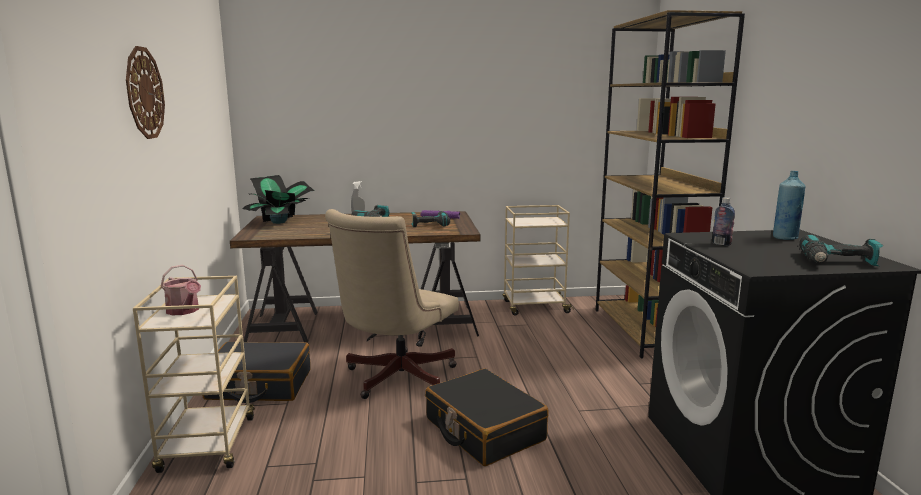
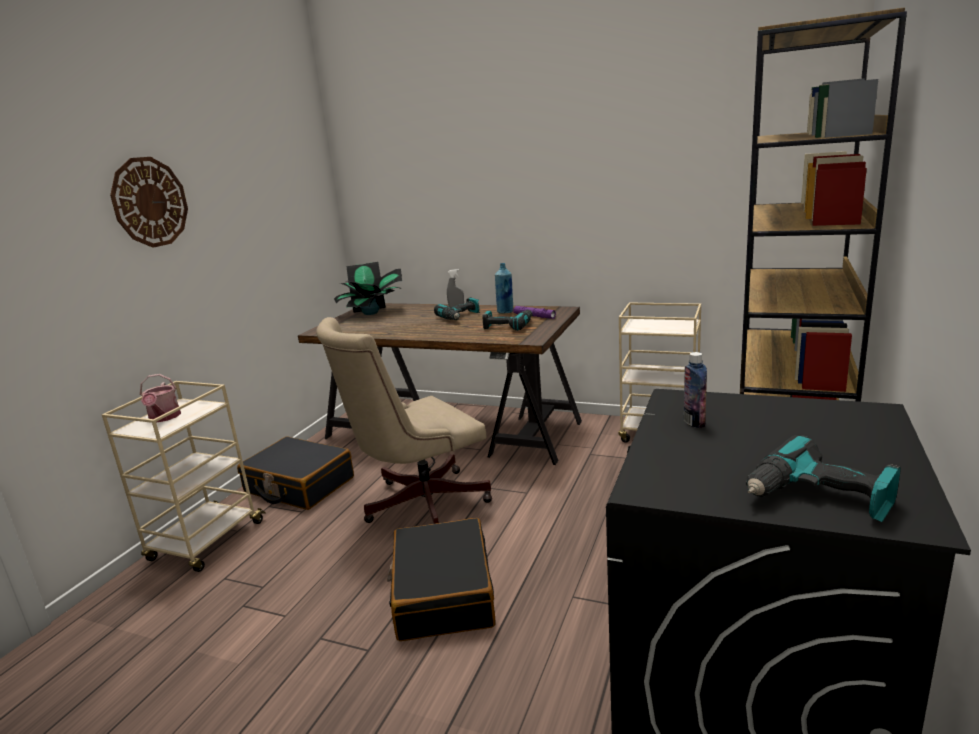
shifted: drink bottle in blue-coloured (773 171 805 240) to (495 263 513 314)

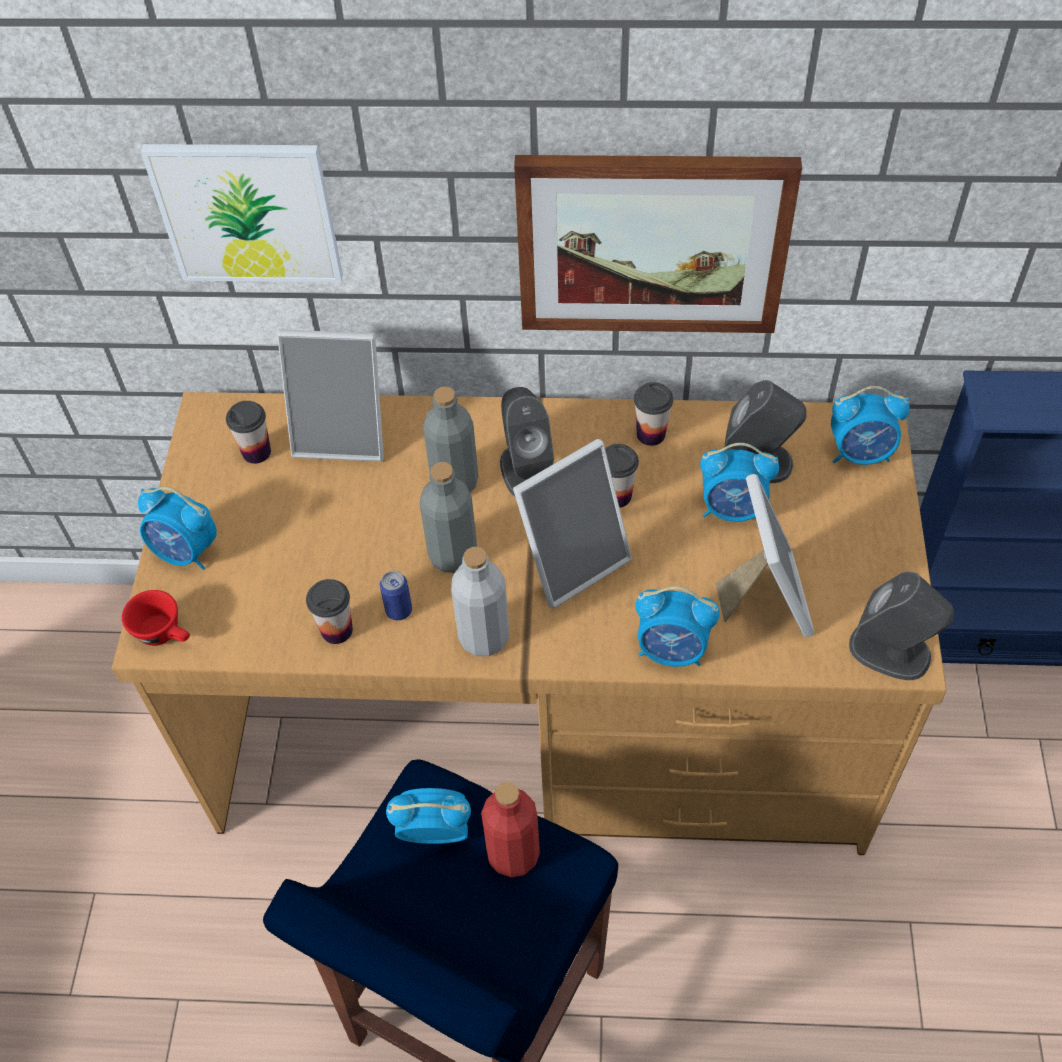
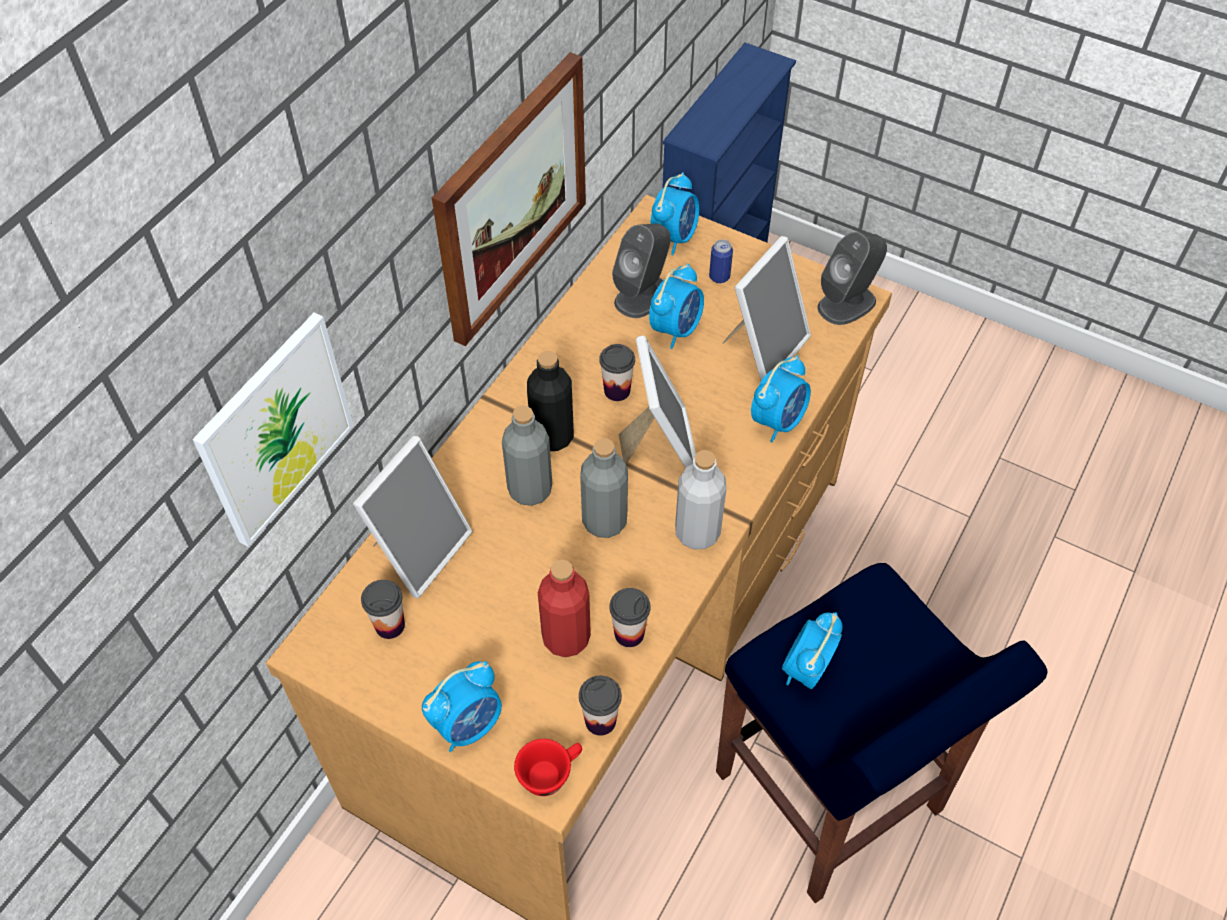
shifted: drink bottle in red-coloured (481 782 540 878) to (538 560 591 657); drinking cup (634 382 673 446) to (579 676 622 736); sealed can (380 571 412 620) to (709 239 733 283)
swapped: loudspeaker in grey (500 387 554 498) to drink bottle in black-coloured (527 351 574 451)
rotated: picture frame (715 474 814 637) = (722 236 811 381) 105 degrees clockwise

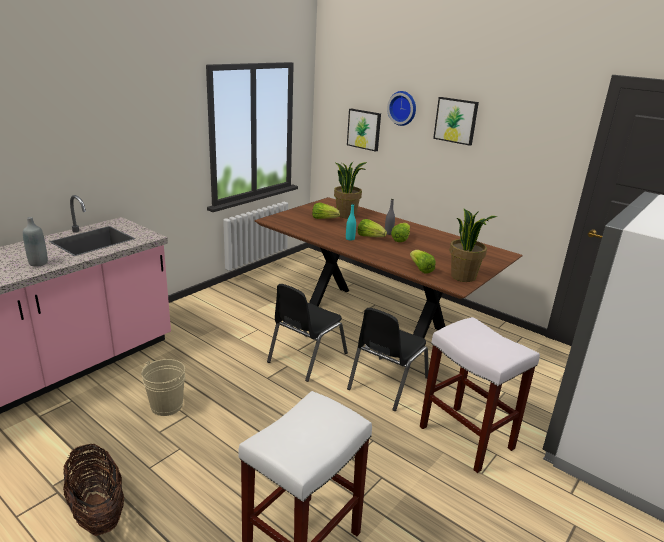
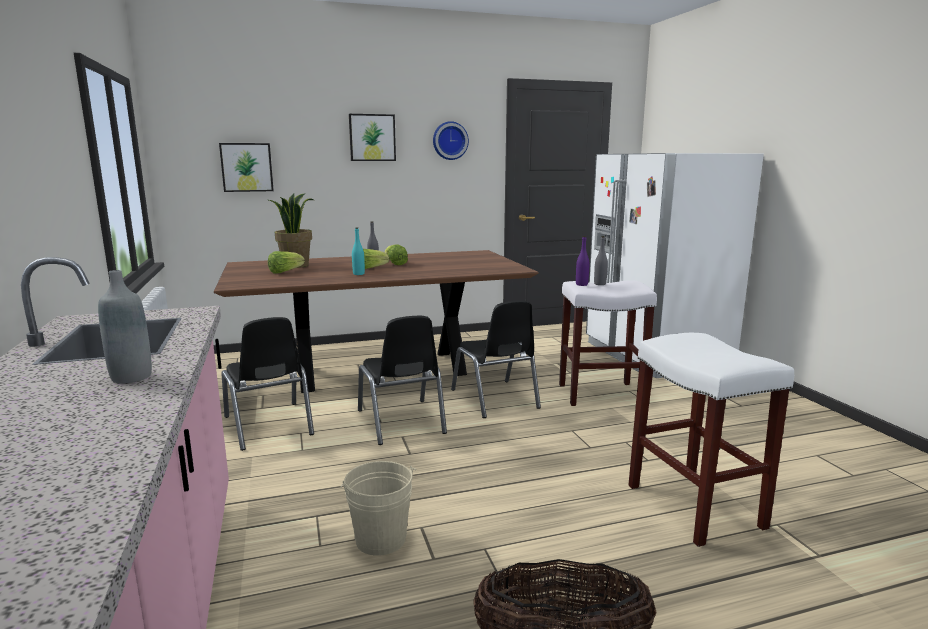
gone: head of lettuce (410 250 436 274); potted plant (450 209 497 282)
new: upright chair in black-coloured (221 317 314 451); drink bottle in purple-coloured (576 236 589 286); drink bottle in grey (594 236 608 285)
shifted: clock on the wall (387 91 416 126) to (433 121 469 160)

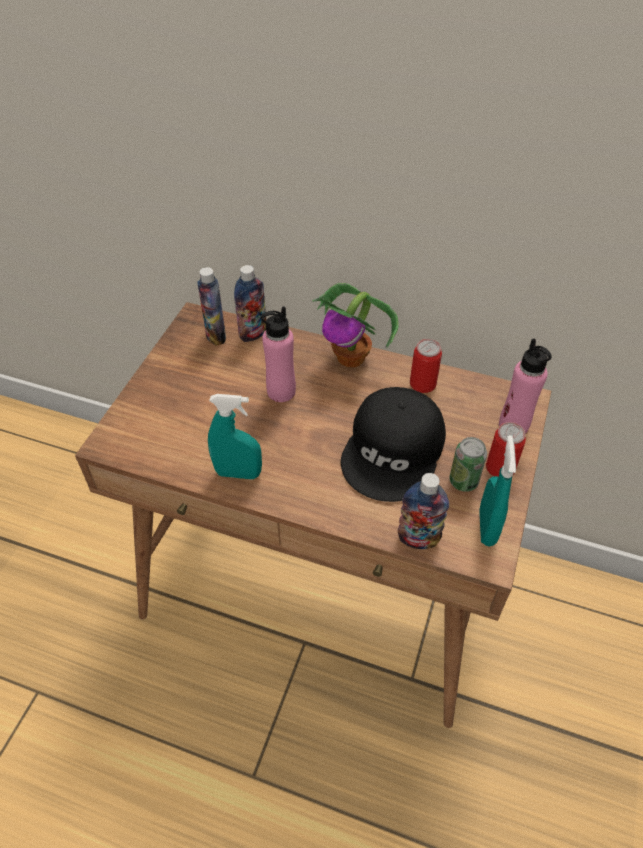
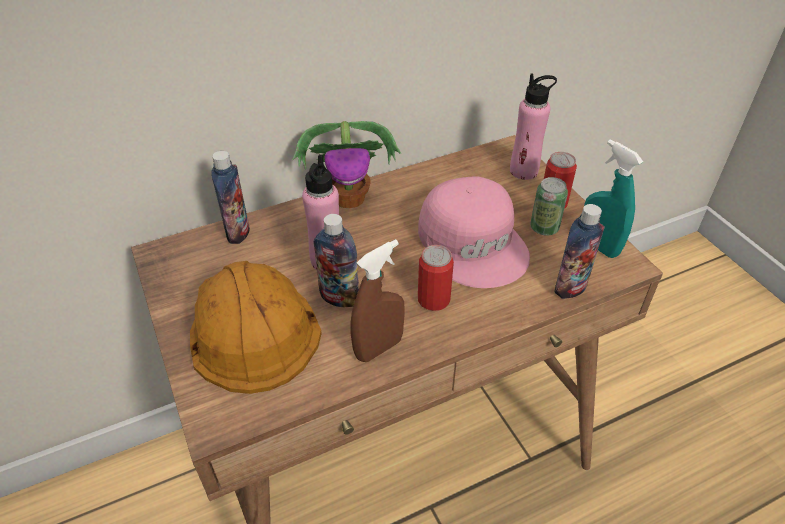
new: safety helmet in orangey (190 261 322 394)
shifted: drink bottle (198 267 226 346) to (313 214 359 307); sealed can (410 339 442 393) to (418 245 454 311)
repainted: hand sprayer in turquoise (208 394 262 479) to hand sprayer in brownish (350 239 405 362); cap in black-coloured (341 387 446 502) to cap in pinkish (418 176 530 288)

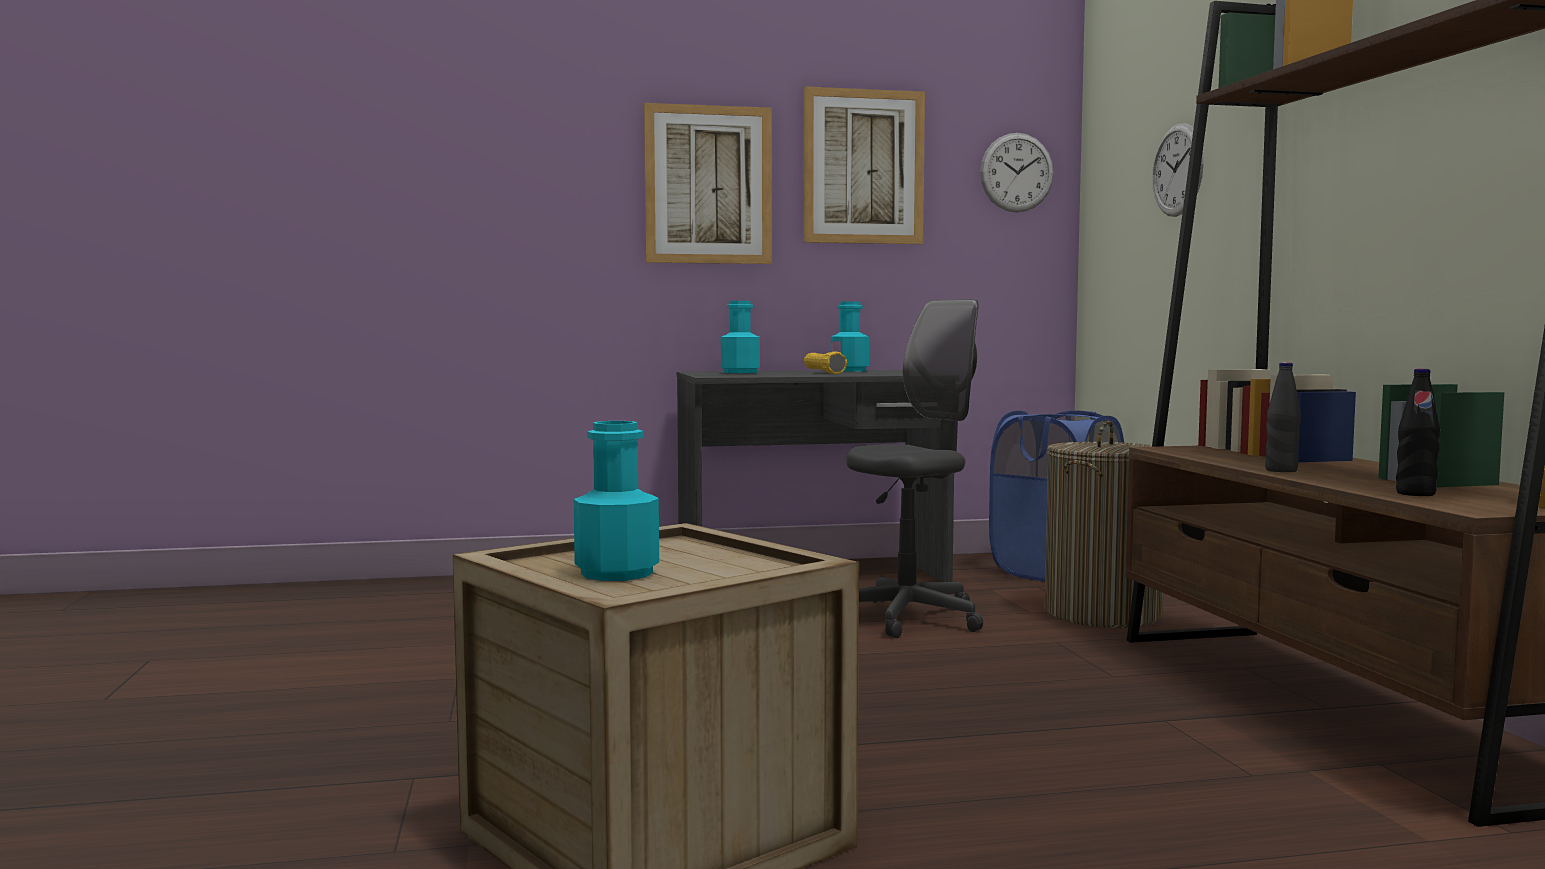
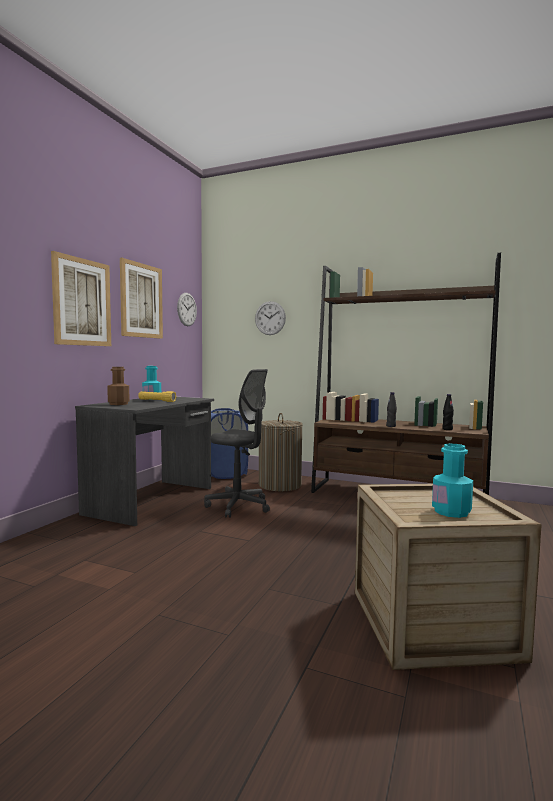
repainted: drink bottle in turquoise (721 301 760 373) to drink bottle in brownish (107 367 130 405)
rotated: computer chair in grey (846 299 983 638) = (204 369 270 518) 120 degrees clockwise

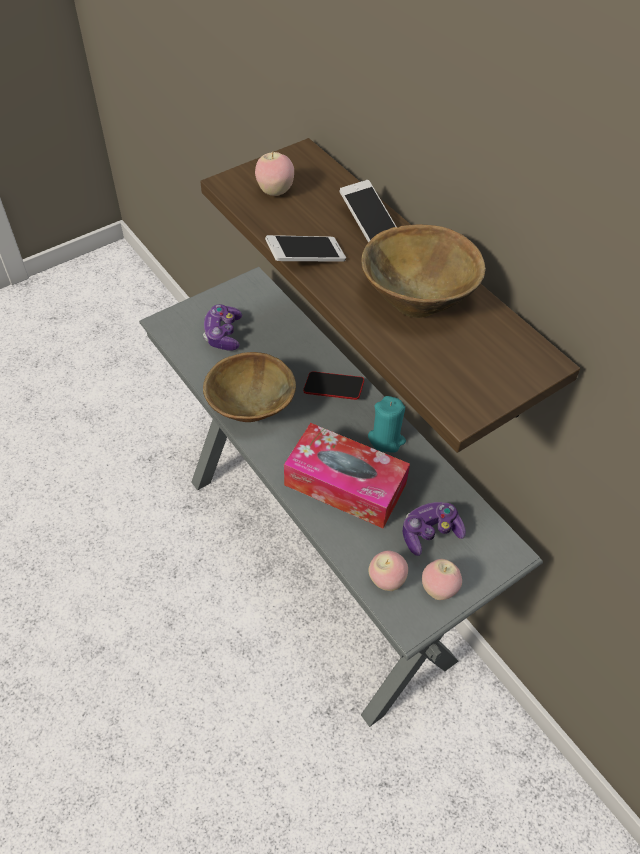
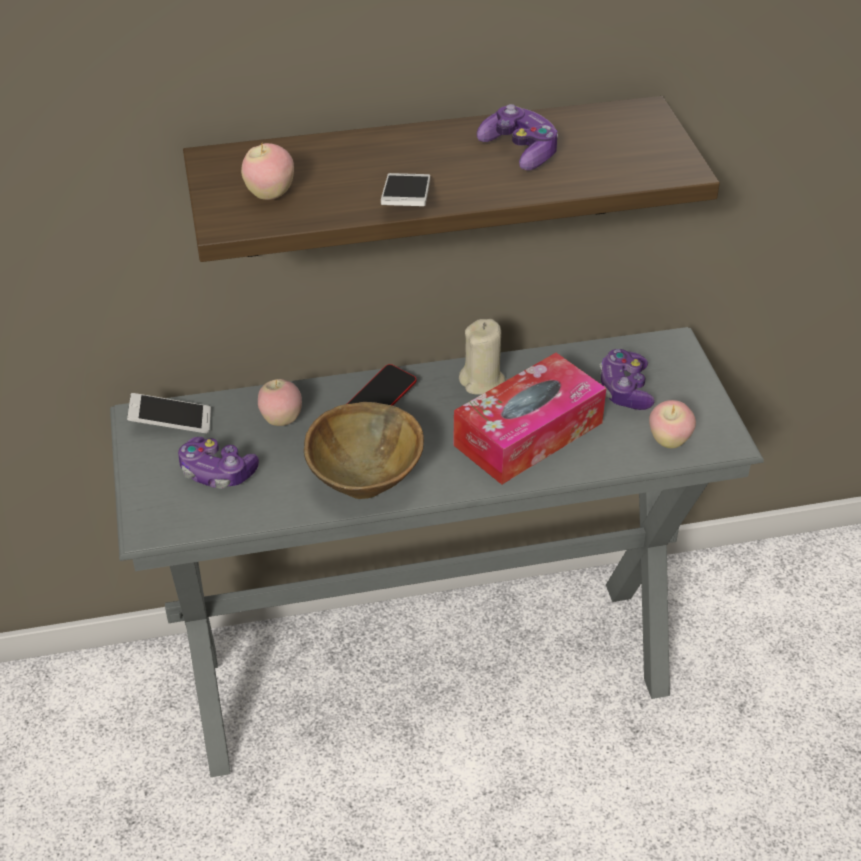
shifted: handset (340 180 396 242) to (127 393 211 433); apple (422 559 462 600) to (258 379 302 426)
swapped: deep dish in brownish (361 224 486 318) to joypad (477 104 558 170)
repainted: candle in turquoise (368 396 406 453) to candle in beige (459 319 506 395)

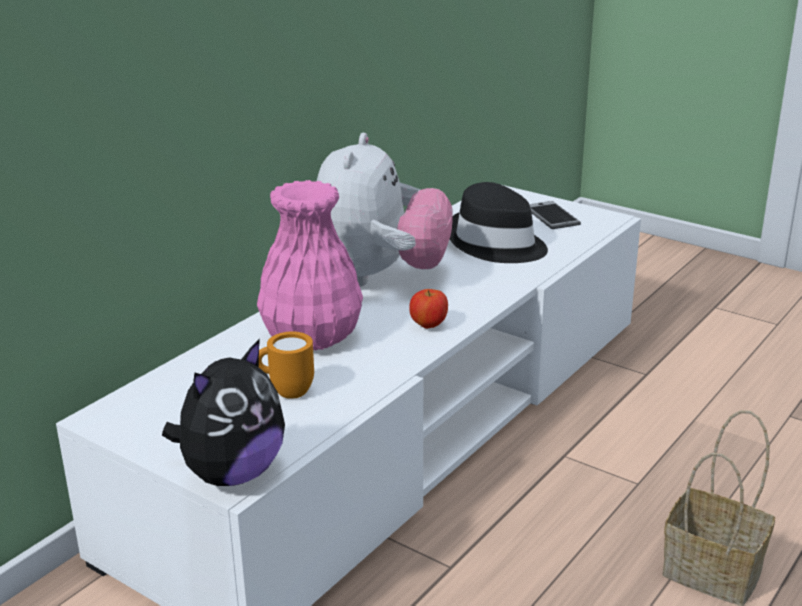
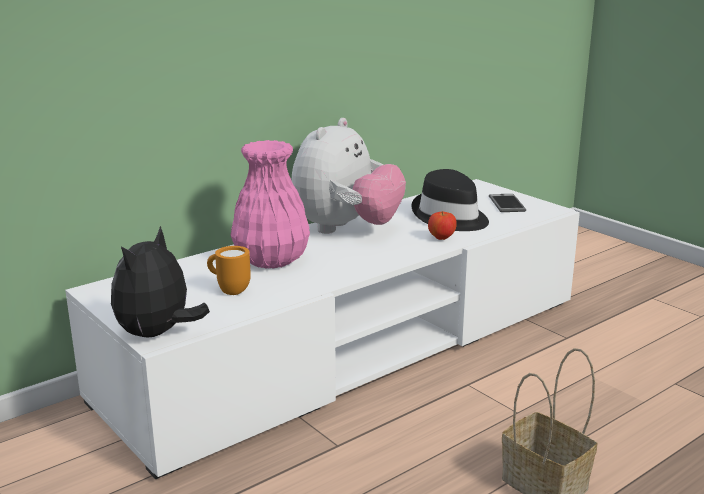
shifted: apple (409 289 448 329) to (428 211 457 240)
rotated: plush toy (162 338 285 486) = (111 226 210 338) 150 degrees clockwise

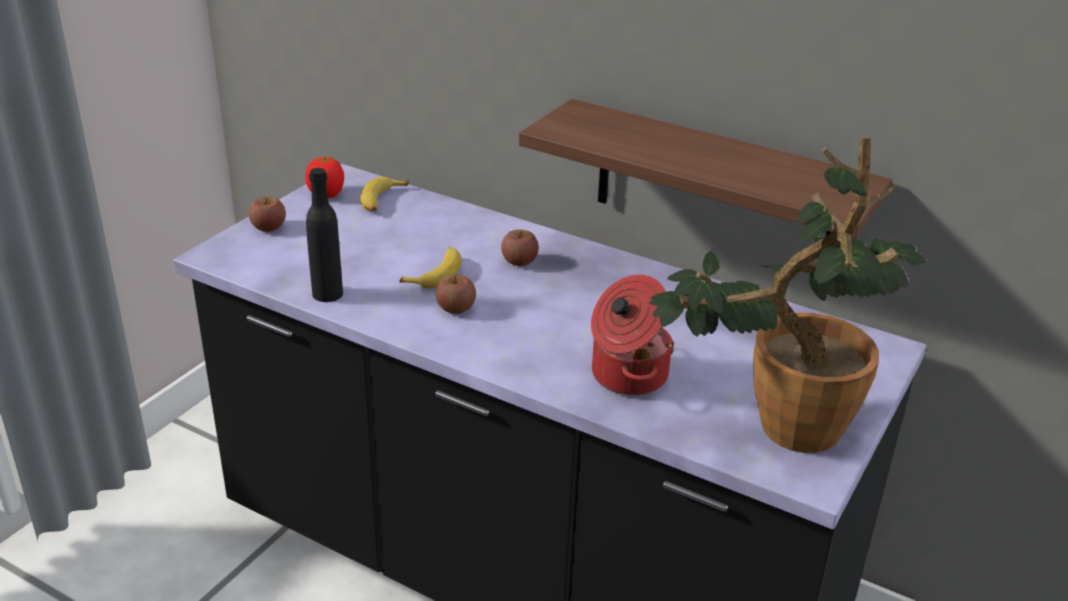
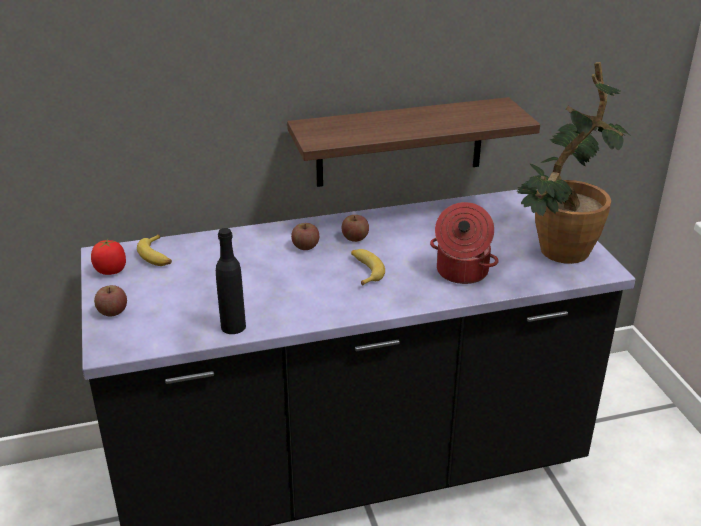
shifted: apple (436 274 476 314) to (342 215 369 242); whole banana (399 247 462 288) to (351 249 385 286)

